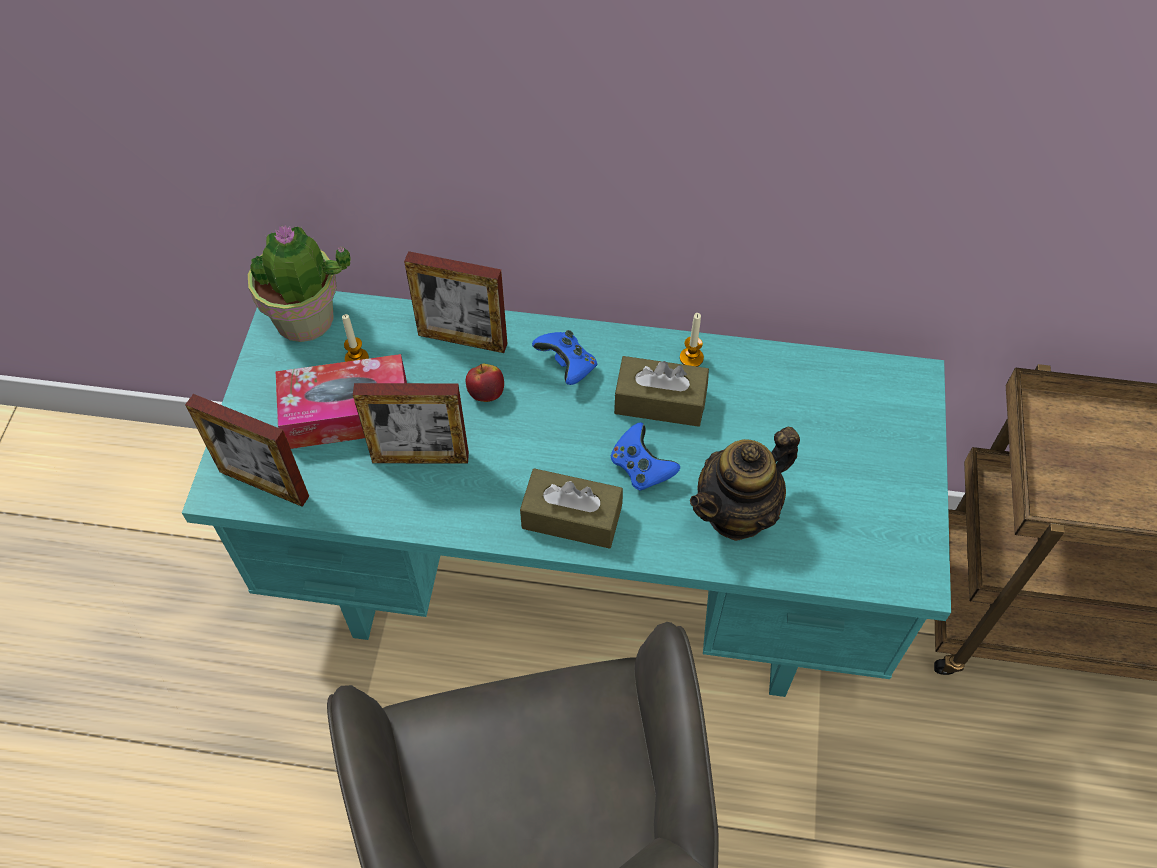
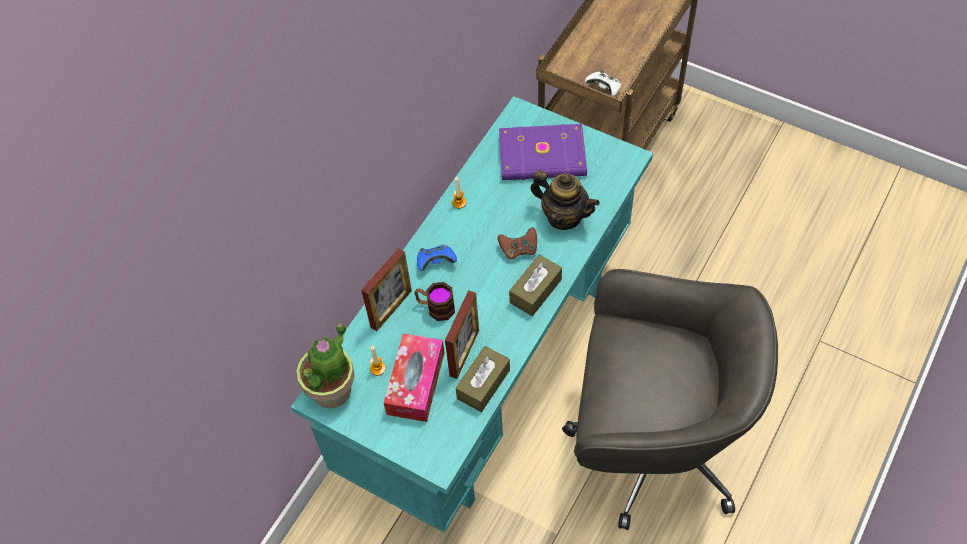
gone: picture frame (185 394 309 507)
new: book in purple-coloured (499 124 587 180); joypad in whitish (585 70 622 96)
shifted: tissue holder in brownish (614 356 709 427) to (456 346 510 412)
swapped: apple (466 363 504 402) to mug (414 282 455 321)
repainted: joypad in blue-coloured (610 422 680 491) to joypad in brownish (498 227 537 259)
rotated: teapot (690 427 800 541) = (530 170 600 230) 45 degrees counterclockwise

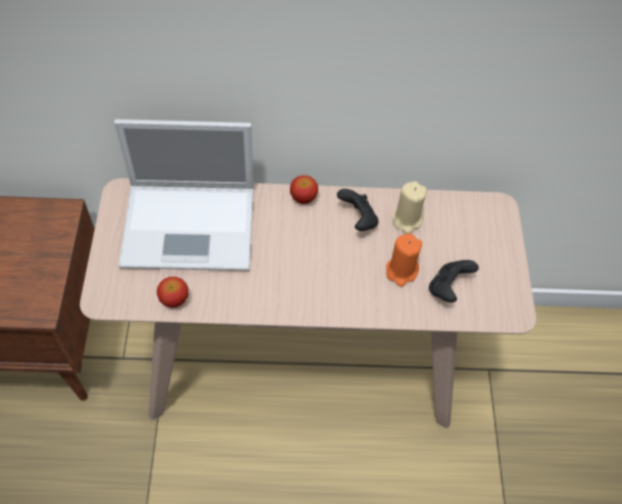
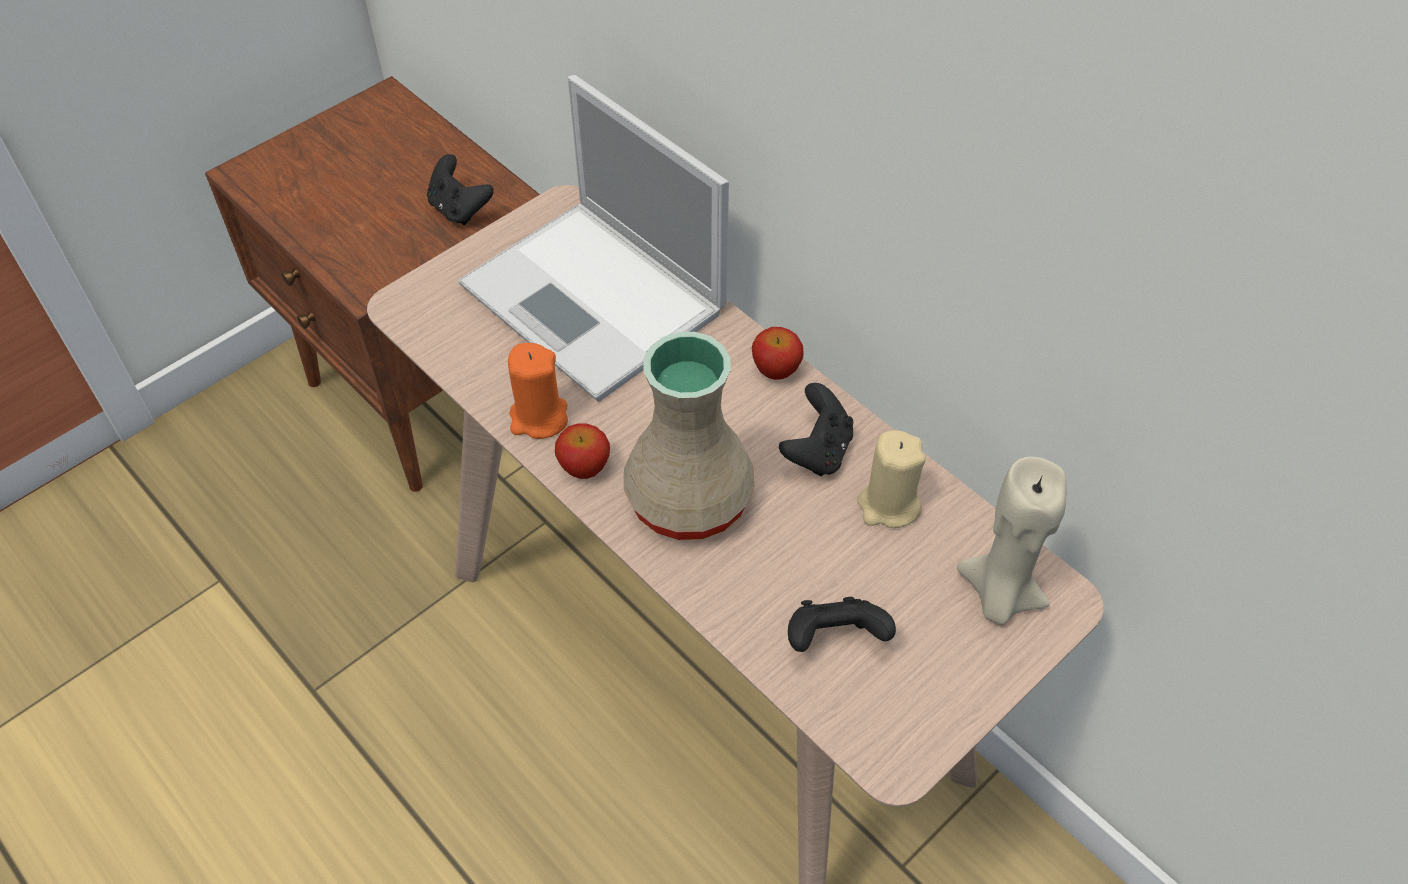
new: joypad in black-coloured (427 154 494 225); vase in beige (624 332 754 540); candle in beige (957 457 1067 625)
shifted: candle in orangey (386 233 422 287) to (508 343 568 439); apple (157 277 188 308) to (555 424 610 479)

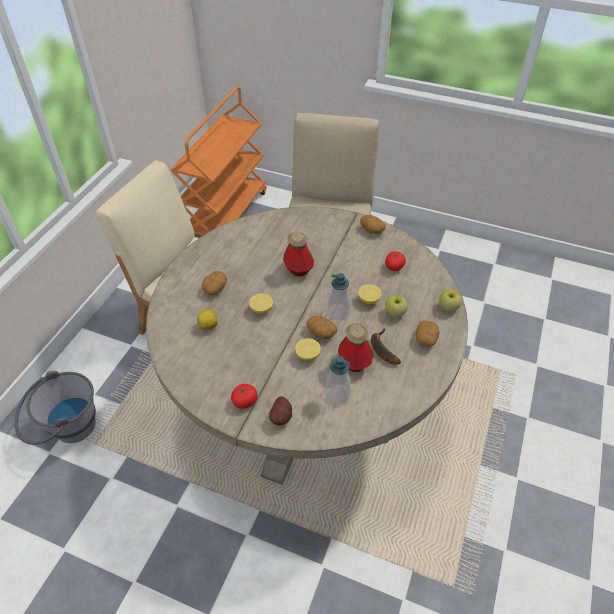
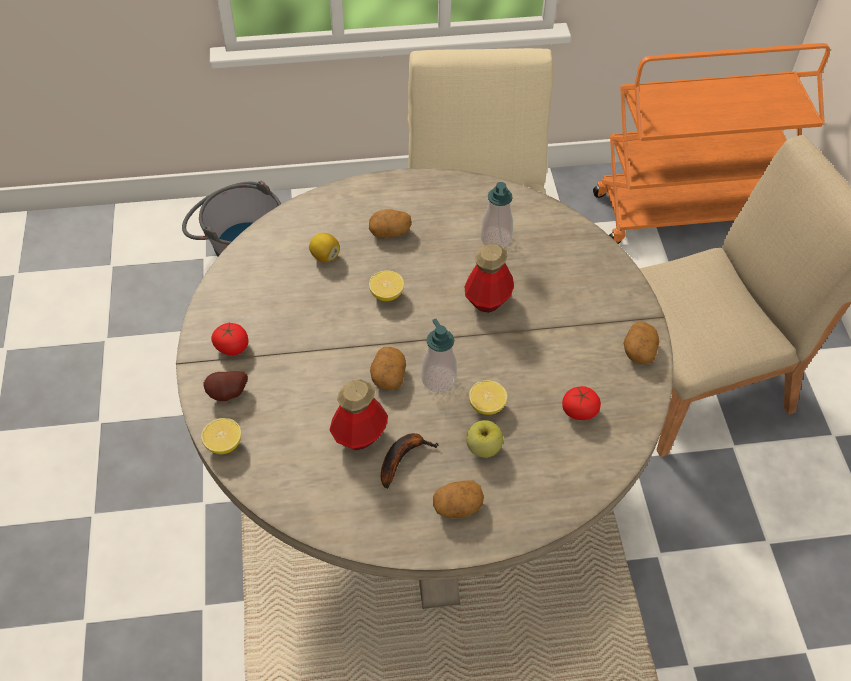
gone: apple (439 290 462 312)
shifted: whole lemon (295 338 321 361) to (201 418 241 454); liquid soap bottle (325 356 351 403) to (480 182 513 247)

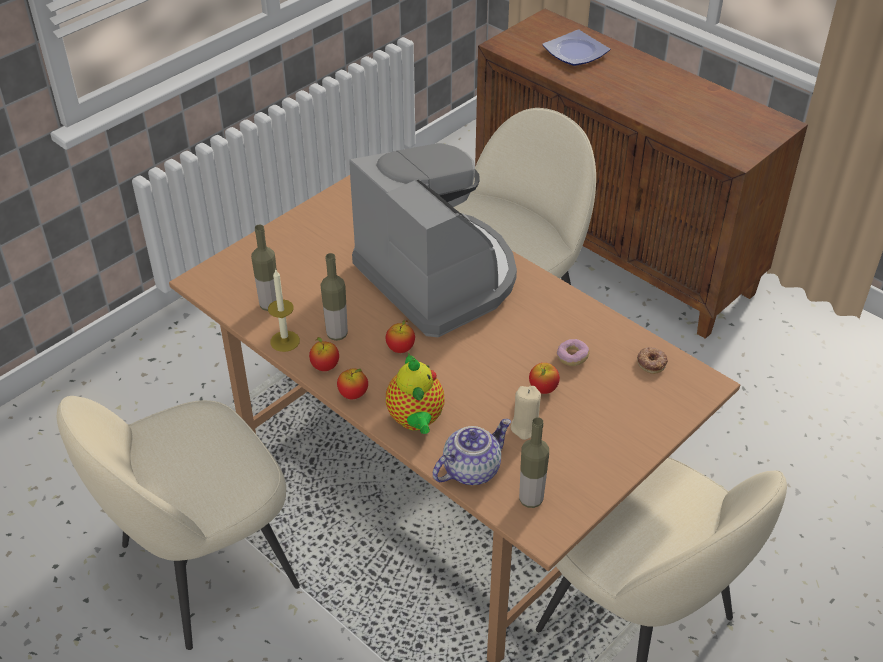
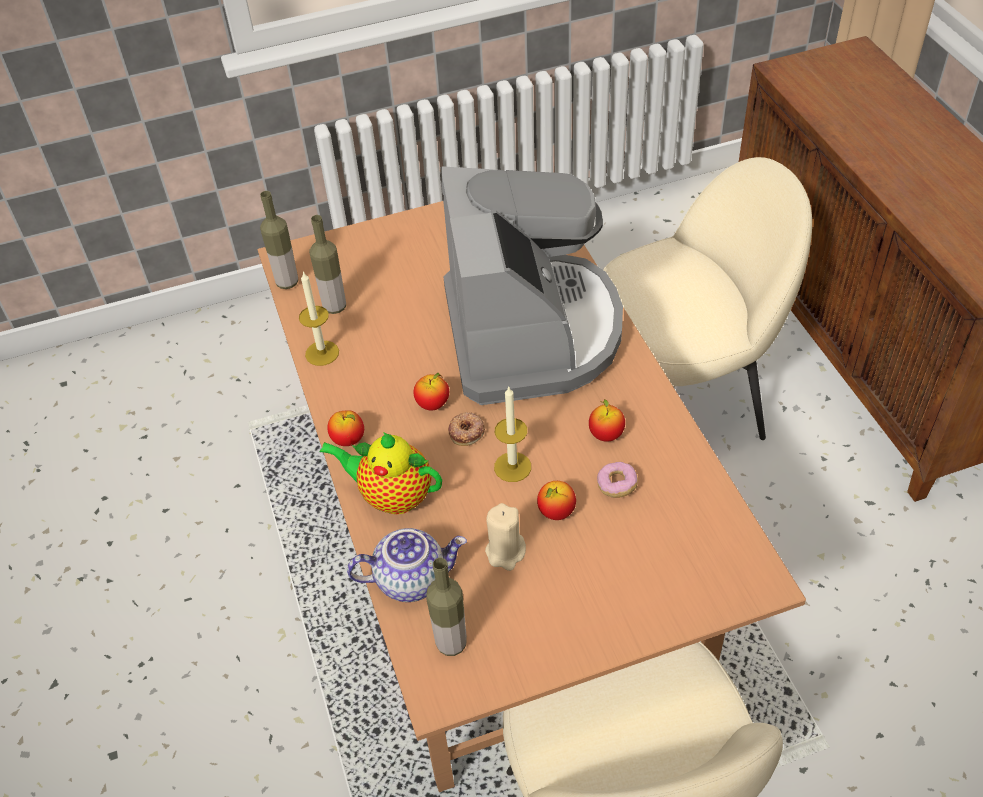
gone: upright chair in beige (57 396 300 650); dinner plate (542 30 610 66)
new: candle (494 387 531 482)
shifted: drink bottle (321 253 348 341) to (260 191 298 289); ring doughnut (637 347 668 374) to (448 412 485 446); apple (309 337 339 371) to (589 399 625 442)
rotated: teapot (386 353 445 434) = (319 432 442 514) 90 degrees clockwise

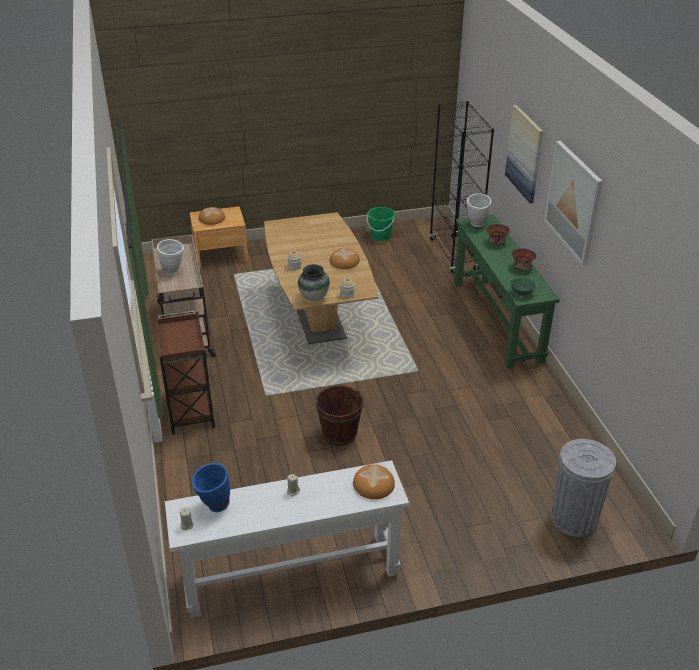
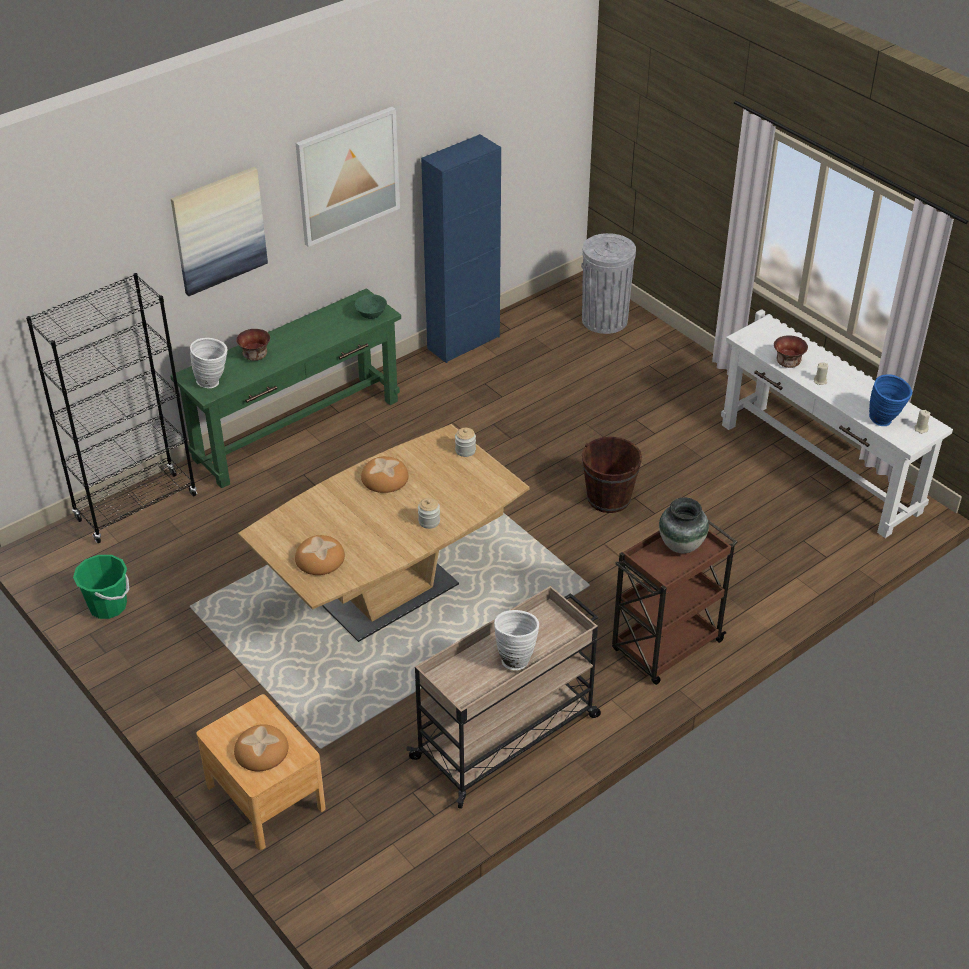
new: cupboard in blue-coloured (421 134 501 363)
shifted: bakery bread (353 464 395 499) to (295 535 345 575); vase (298 264 330 301) to (659 497 709 553); deep dish (512 248 536 271) to (774 335 808 368)

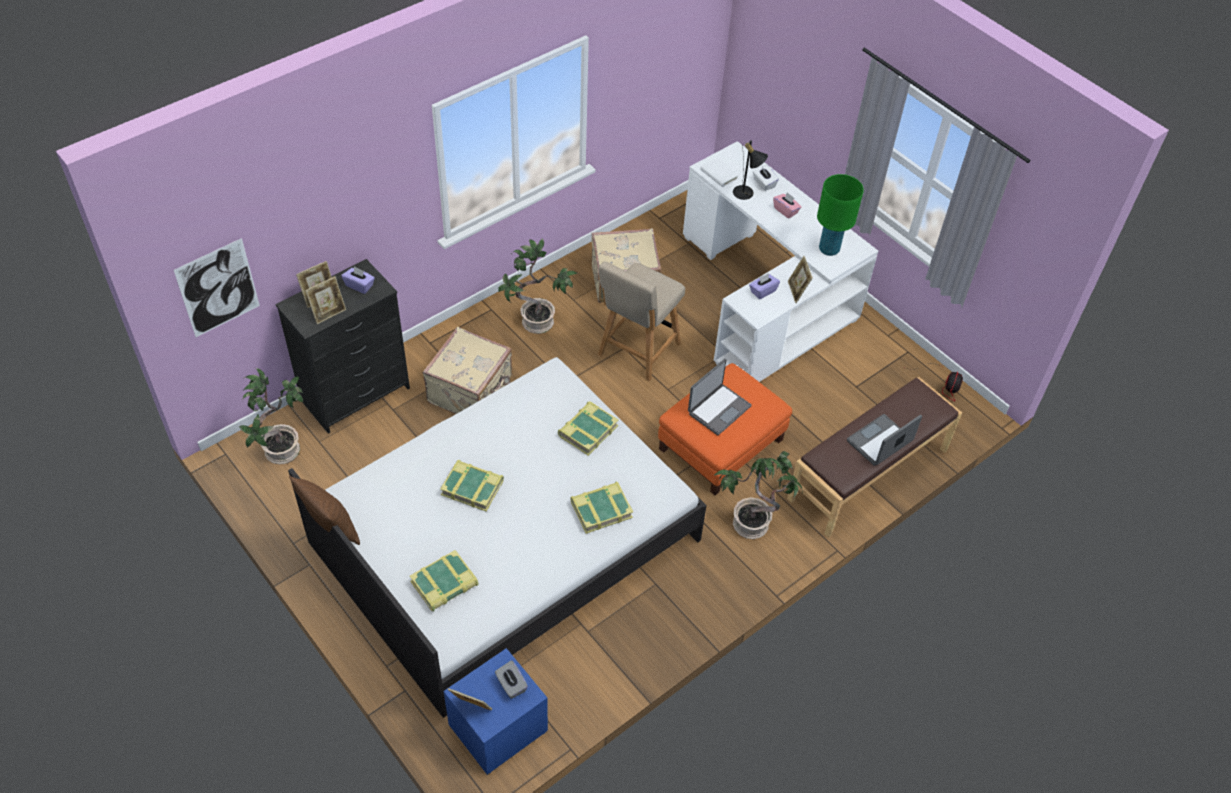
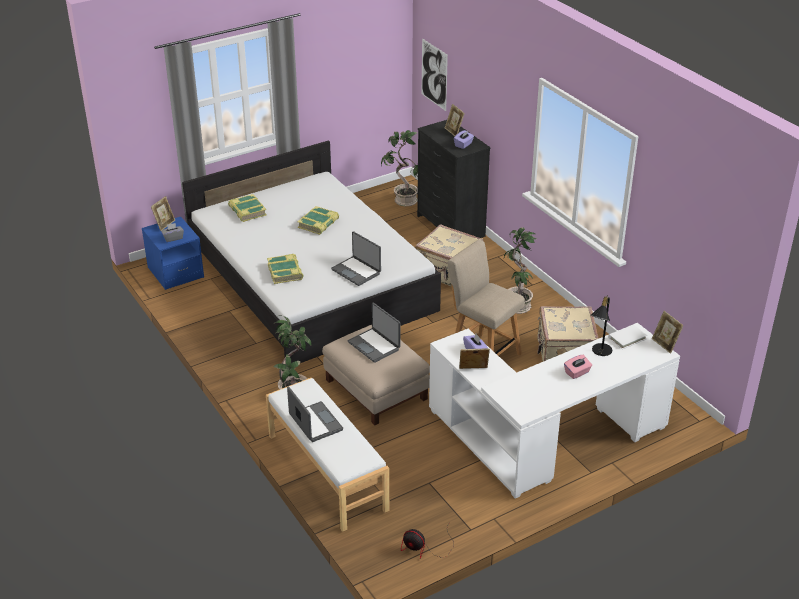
gone: cushion in brownish (289 475 360 545); tissue holder in whitish (753 164 779 191); lamp for a table in greenish (817 174 864 256)
shifted: picture frame (305 276 346 324) to (652 311 683 354)
swapped: book (558 401 619 456) to portable computer (331 231 381 286)
repainted: bench in brownish (787 377 962 538) to bench in whitish (266 378 389 532); footrest in orangey (658 363 792 495) to footrest in beige (322 325 430 425)

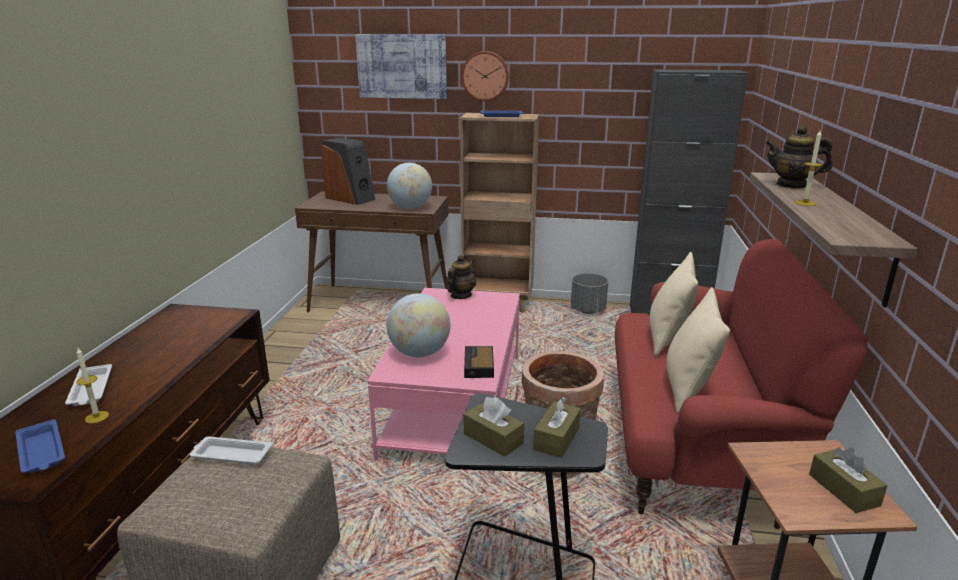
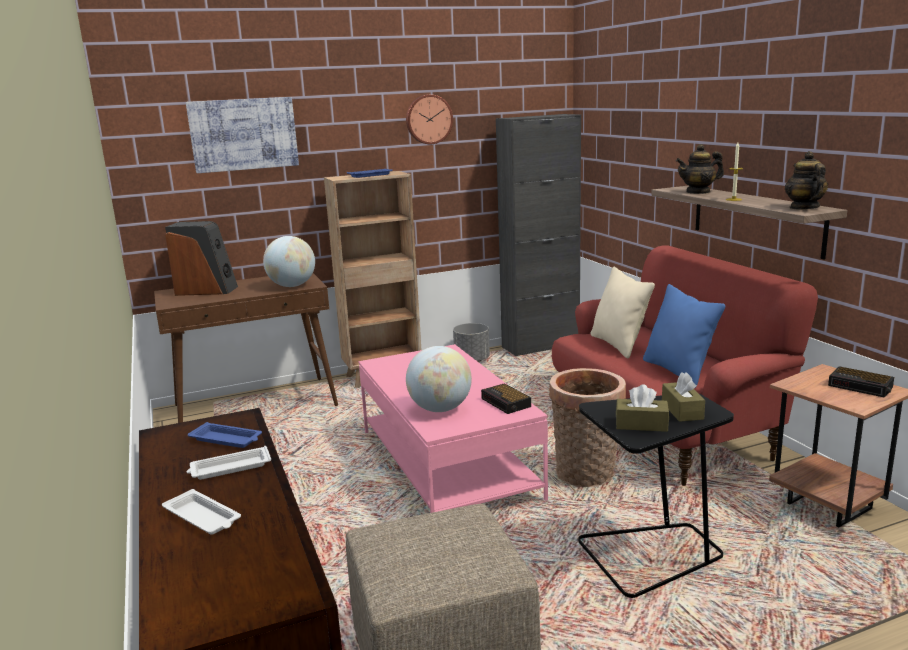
gone: candle (76 348 109 423)
shifted: tray in whitish (190 436 273 465) to (187 446 271 480); tray in blue-coloured (15 419 65 473) to (188 422 262 448); clock on the wall (461 51 509 101) to (406 94 453 144); teapot (446 255 476 299) to (785 151 828 210)
swapped: tissue holder in brownish (809 447 888 513) to bedside clock (828 366 894 398)
repainted: cushion in beige (666 287 730 414) to cushion in blue-coloured (643 284 725 388)

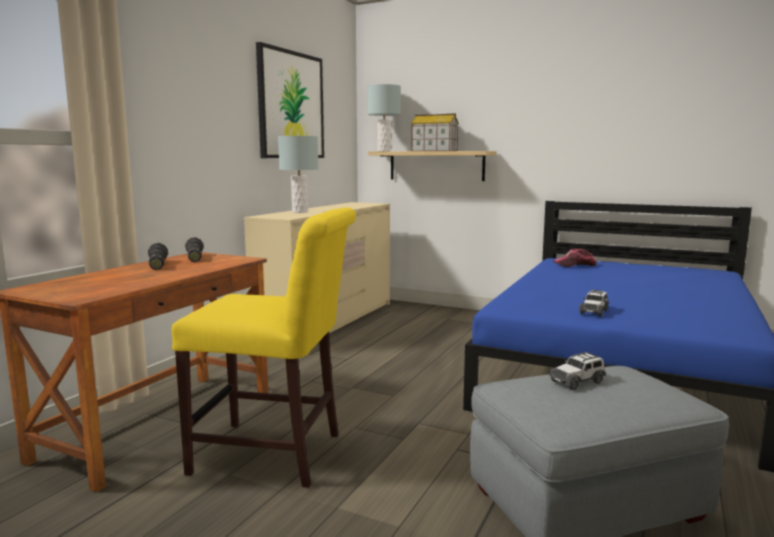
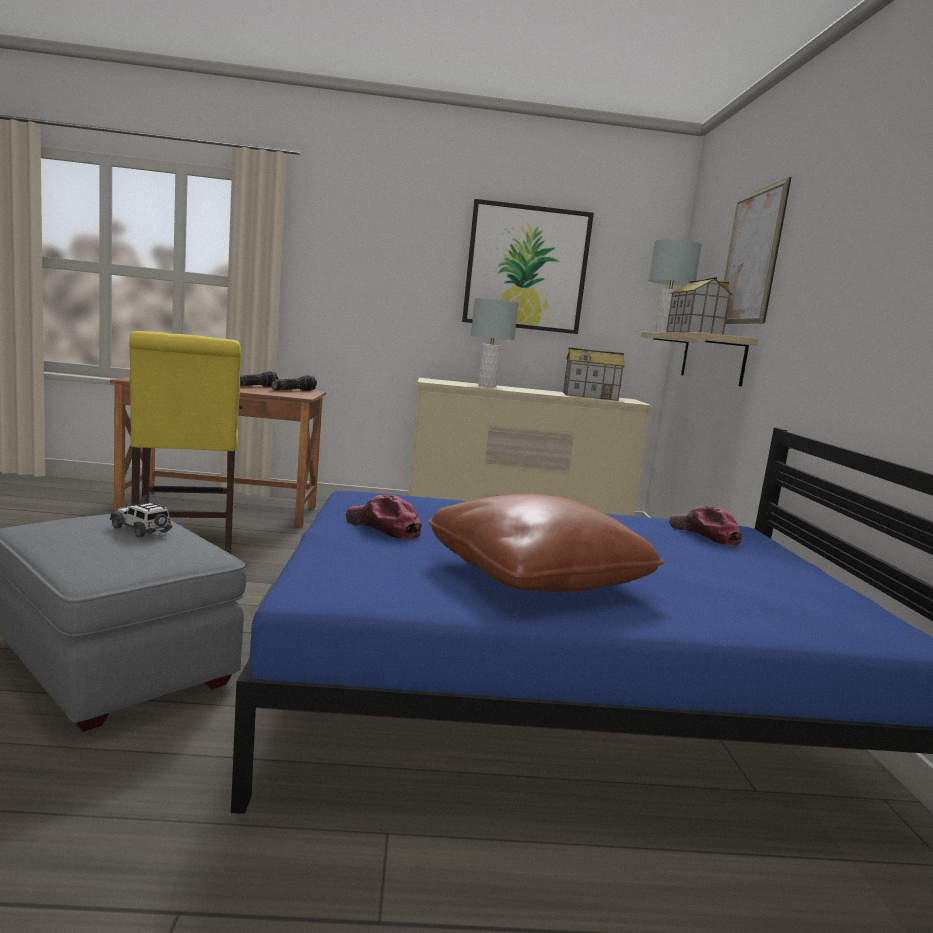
new: cushion in brownish (428 494 664 592); miniature house (563 347 625 401); picture (723 177 791 324)
swapped: miniature car (579 290 609 317) to cap (346 495 422 540)

